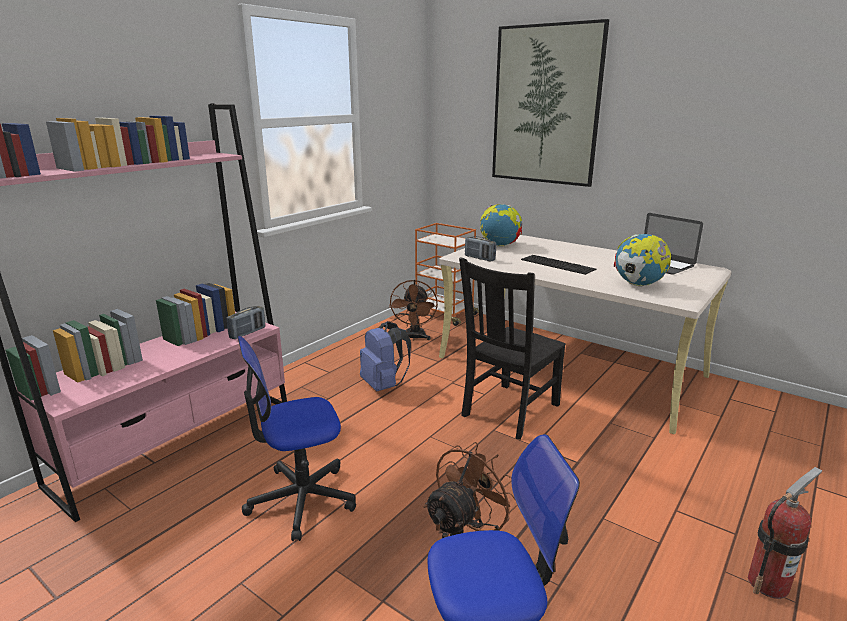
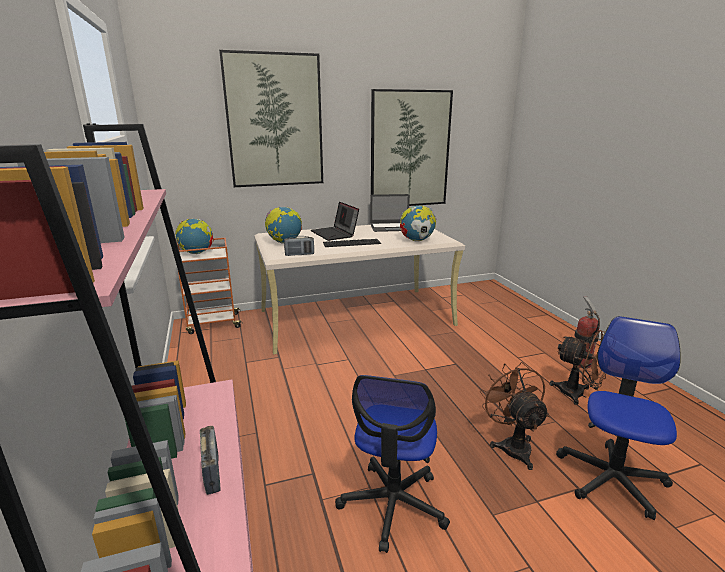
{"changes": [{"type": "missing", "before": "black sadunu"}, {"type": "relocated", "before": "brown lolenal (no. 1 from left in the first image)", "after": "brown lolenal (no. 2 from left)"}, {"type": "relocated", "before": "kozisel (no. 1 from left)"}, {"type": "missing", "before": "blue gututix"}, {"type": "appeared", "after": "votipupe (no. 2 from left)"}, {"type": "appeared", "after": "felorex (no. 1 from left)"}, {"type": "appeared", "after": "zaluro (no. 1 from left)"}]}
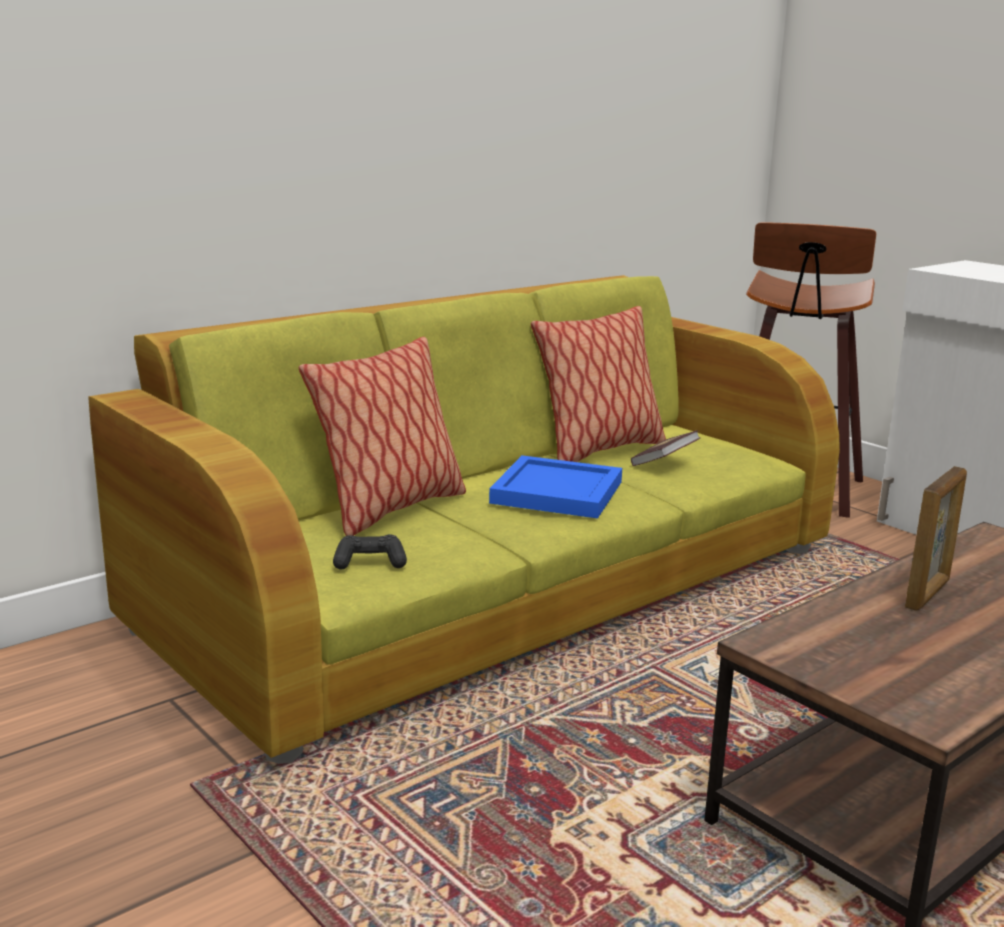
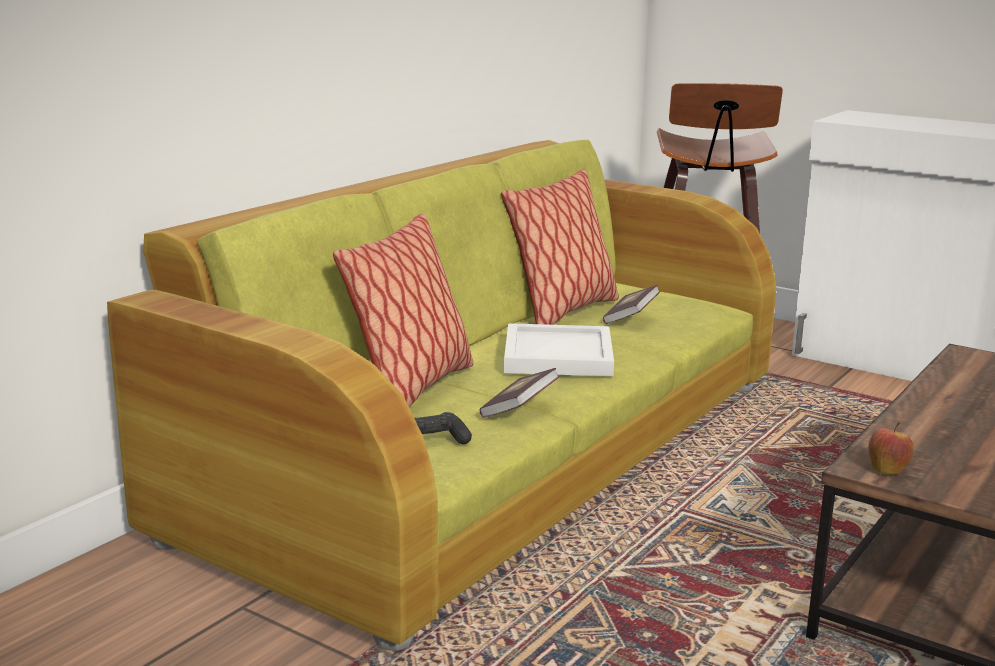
{"changes": [{"type": "colour", "before": "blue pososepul", "after": "white pososepul"}, {"type": "missing", "before": "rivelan"}, {"type": "appeared", "after": "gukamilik (no. 1 from left)"}, {"type": "appeared", "after": "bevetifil"}]}
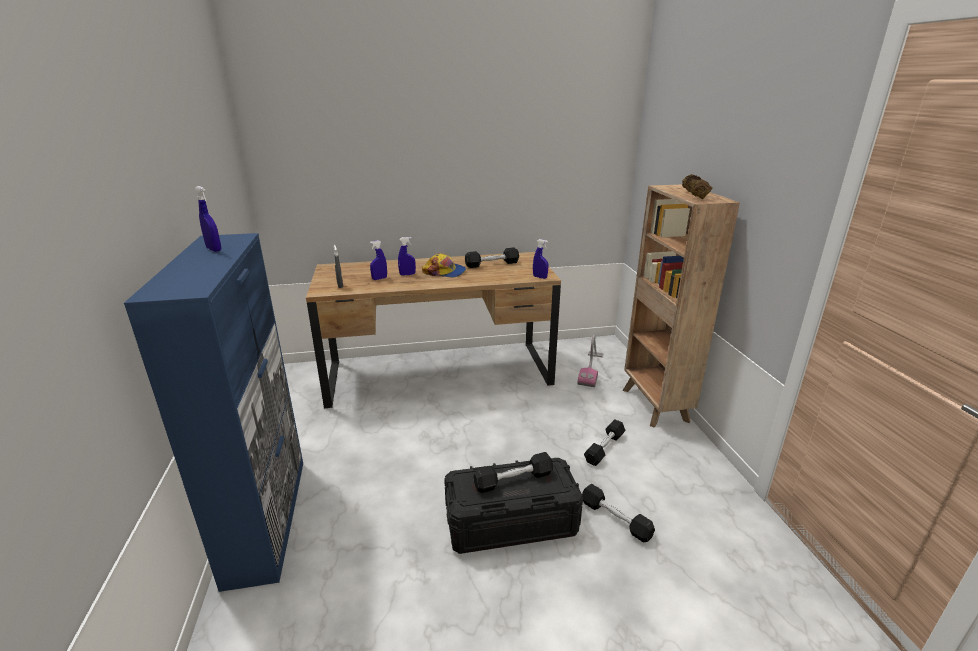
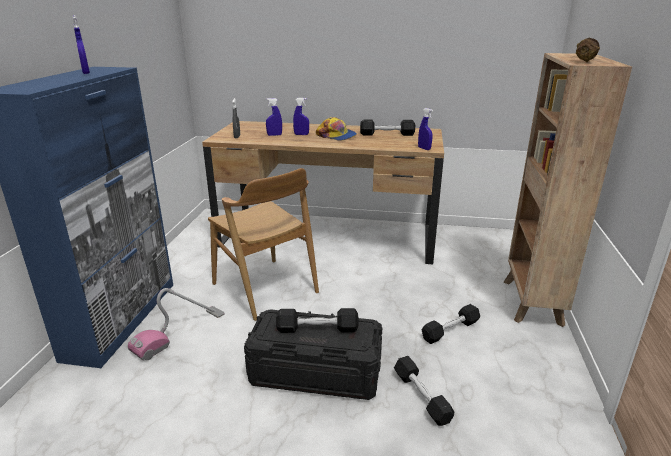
{"changes": [{"type": "relocated", "before": "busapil"}, {"type": "appeared", "after": "brown sadunu"}]}
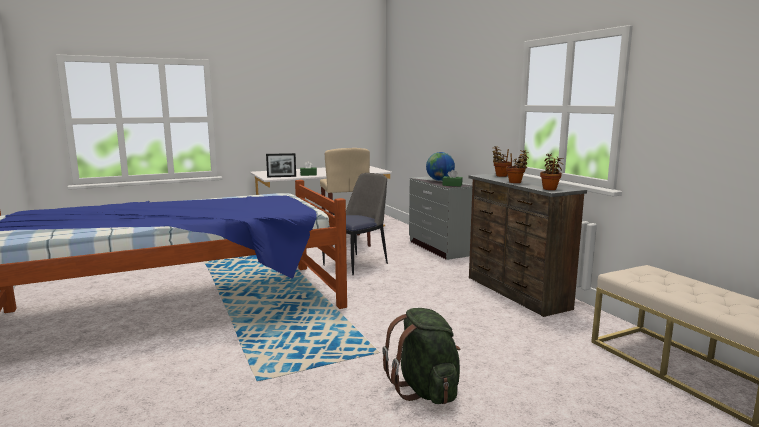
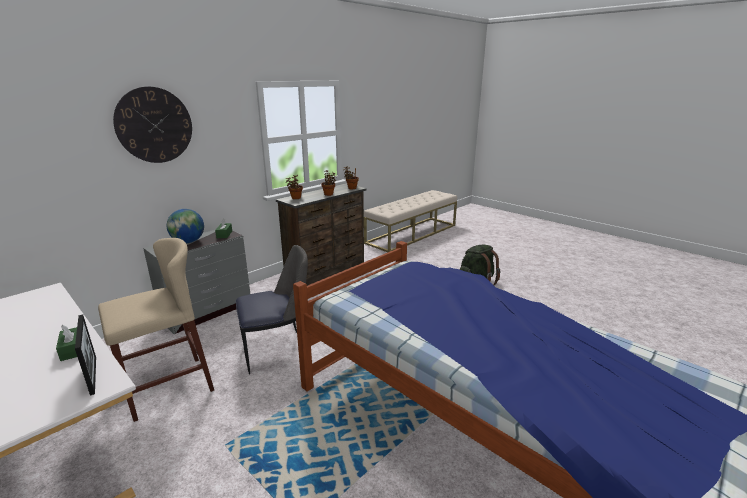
{"changes": [{"type": "spun", "before": "sadunu", "turn": 135}, {"type": "appeared", "after": "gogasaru"}]}
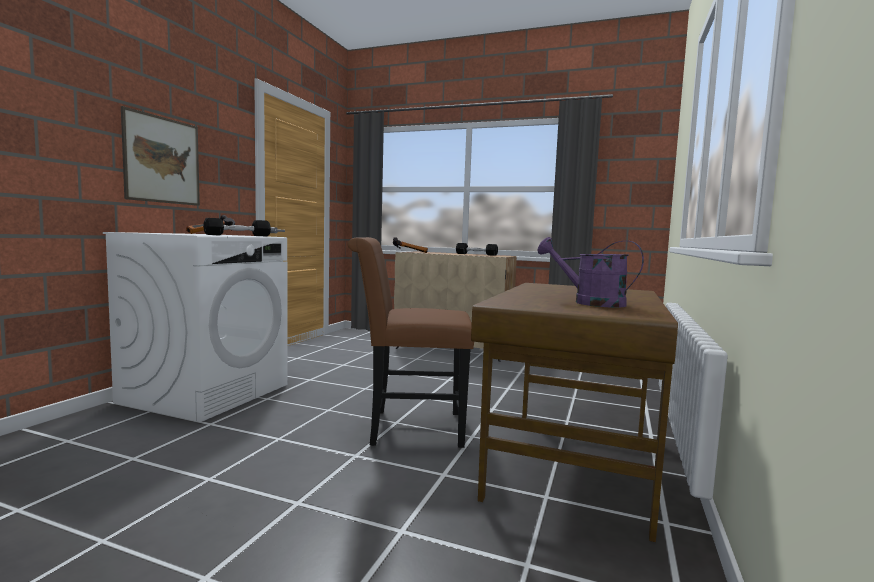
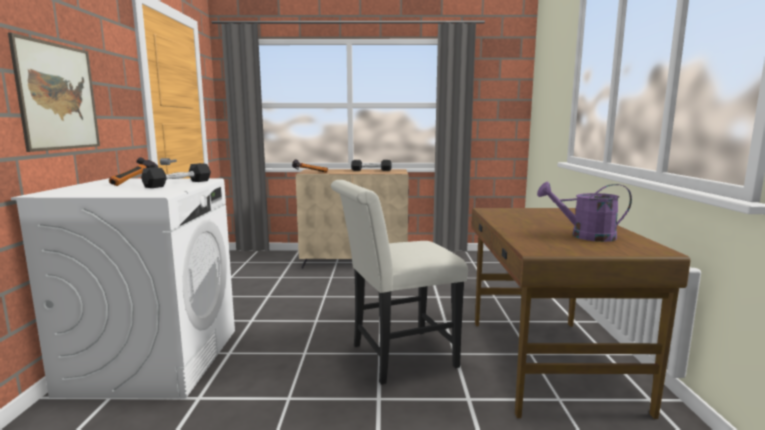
{"changes": [{"type": "colour", "before": "brown sadunu", "after": "white sadunu"}]}
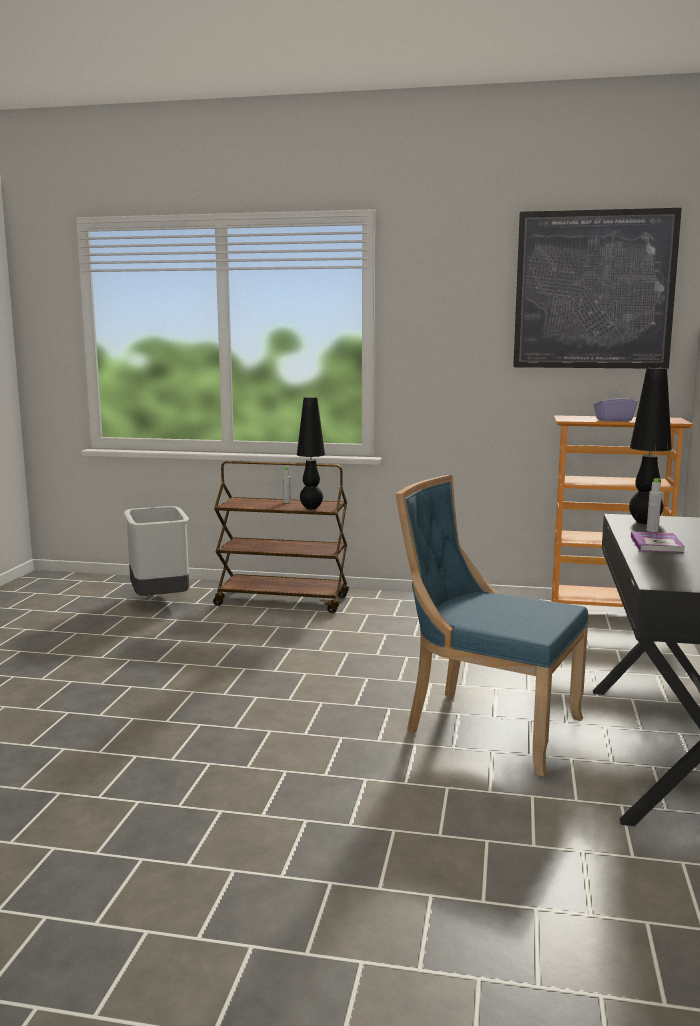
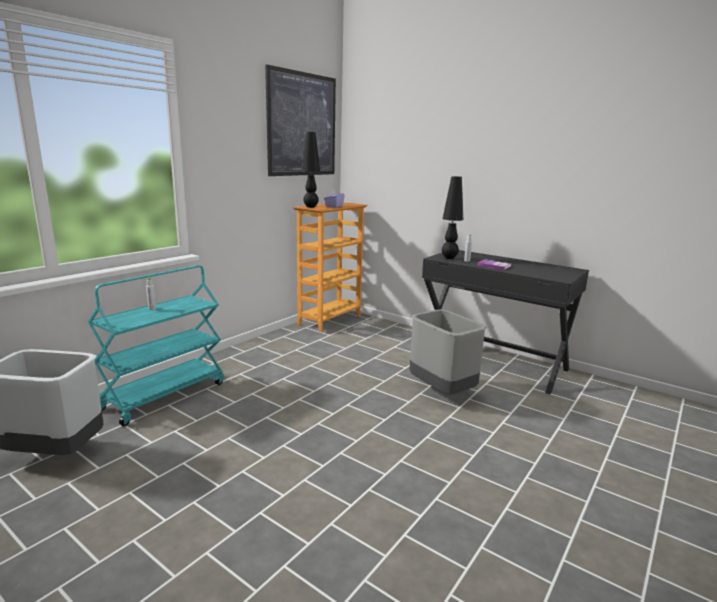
{"changes": [{"type": "relocated", "before": "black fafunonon (no. 1 from left)"}, {"type": "colour", "before": "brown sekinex", "after": "turquoise sekinex"}, {"type": "exchanged", "before": "blue sadunu", "after": "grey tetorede (no. 2 from left)"}]}
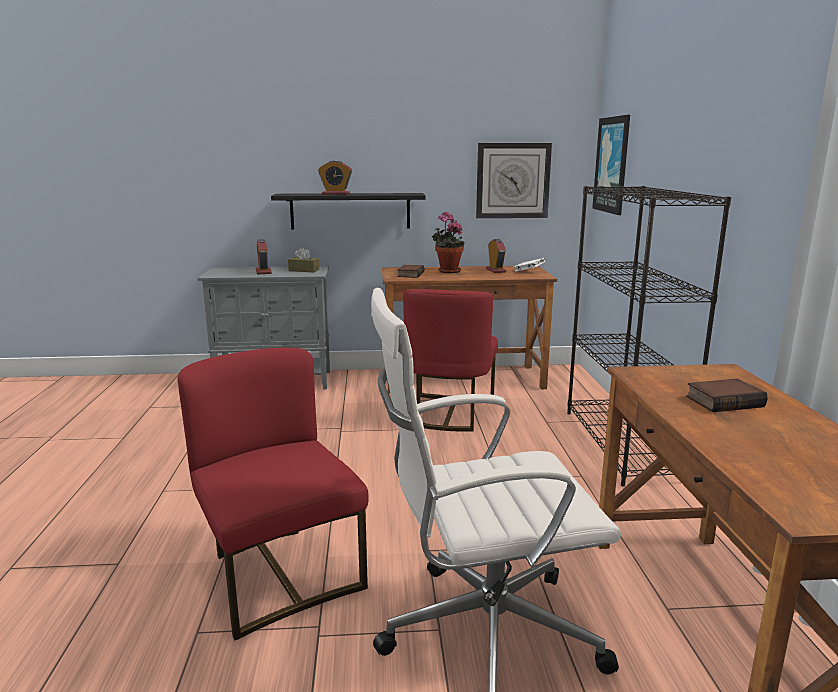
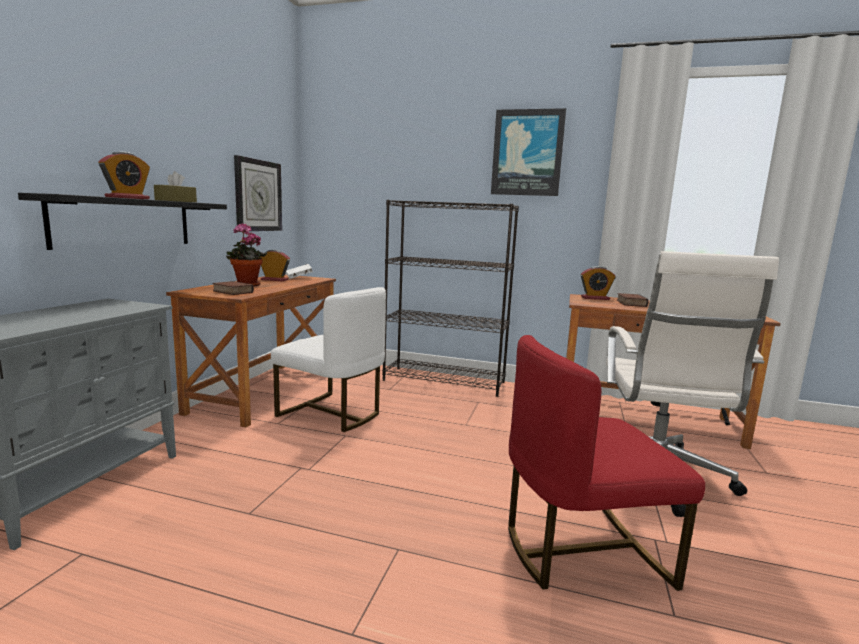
{"changes": [{"type": "relocated", "before": "votipupe"}, {"type": "relocated", "before": "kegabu (no. 1 from left in the first image)", "after": "kegabu (no. 3 from left)"}, {"type": "relocated", "before": "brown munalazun"}, {"type": "colour", "before": "red sadunu (no. 2 from left)", "after": "white sadunu"}]}
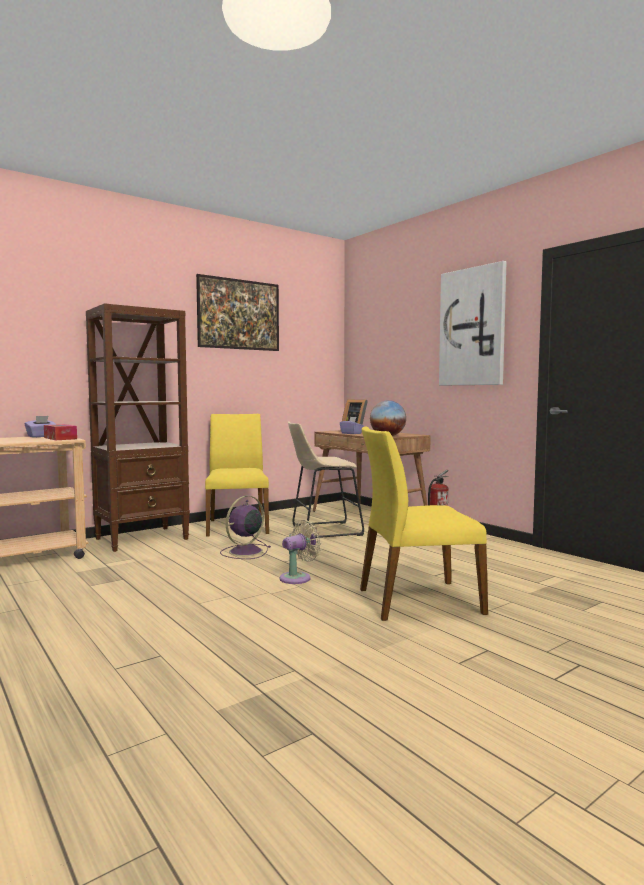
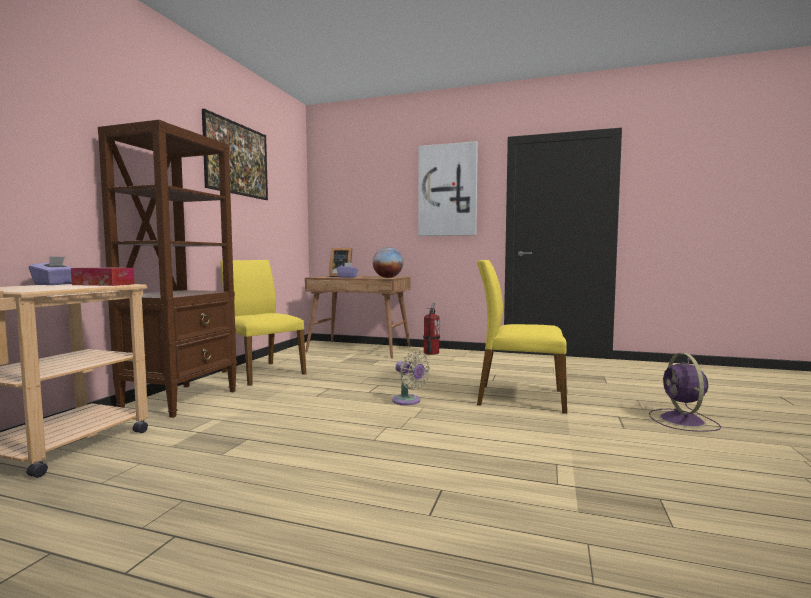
{"changes": [{"type": "missing", "before": "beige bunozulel"}, {"type": "spun", "before": "yellow sadunu (no. 2 from left)", "turn": 60}, {"type": "relocated", "before": "purple lolenal"}, {"type": "spun", "before": "beige lolenal", "turn": 120}]}
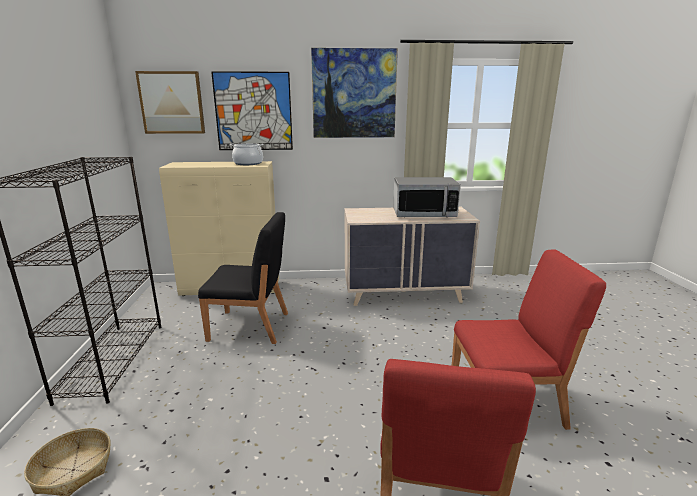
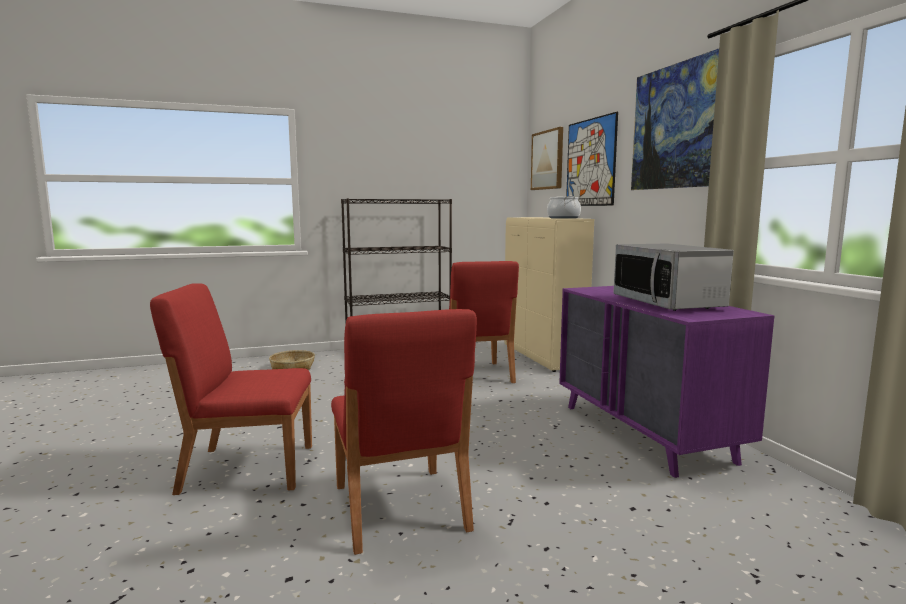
{"changes": [{"type": "colour", "before": "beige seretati", "after": "purple seretati"}, {"type": "colour", "before": "black sadunu", "after": "red sadunu (no. 3 from left)"}]}
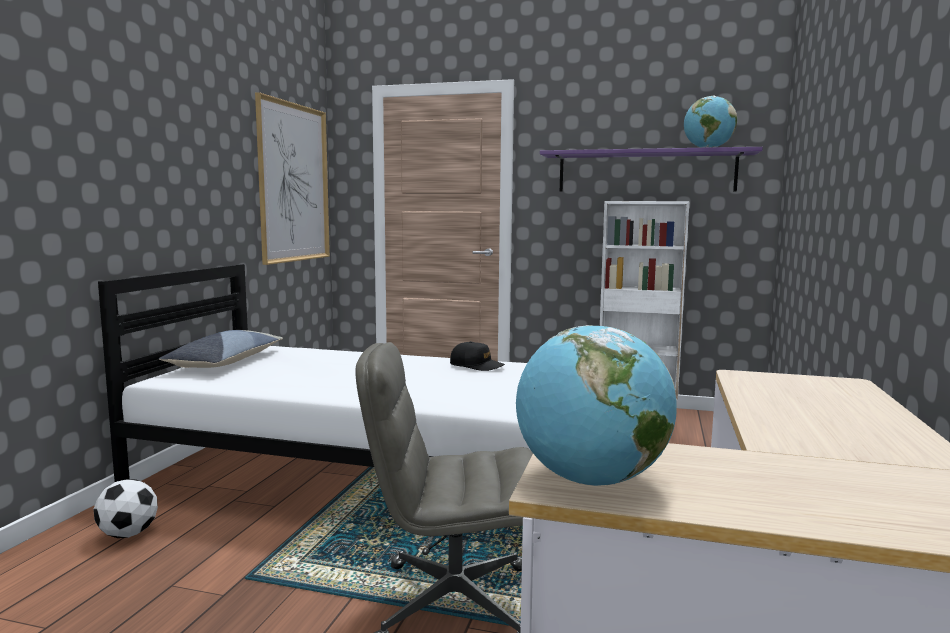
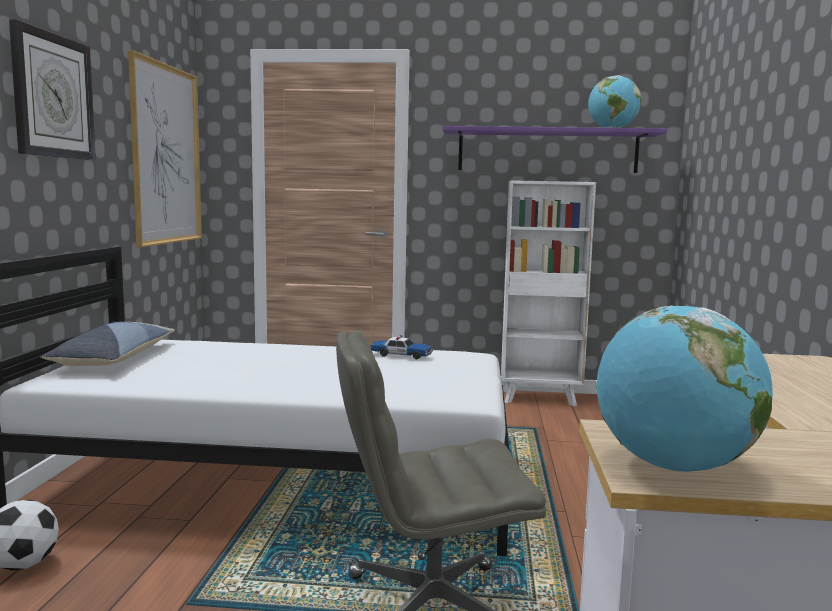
{"changes": [{"type": "exchanged", "before": "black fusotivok", "after": "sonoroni"}, {"type": "appeared", "after": "gogasaru"}]}
